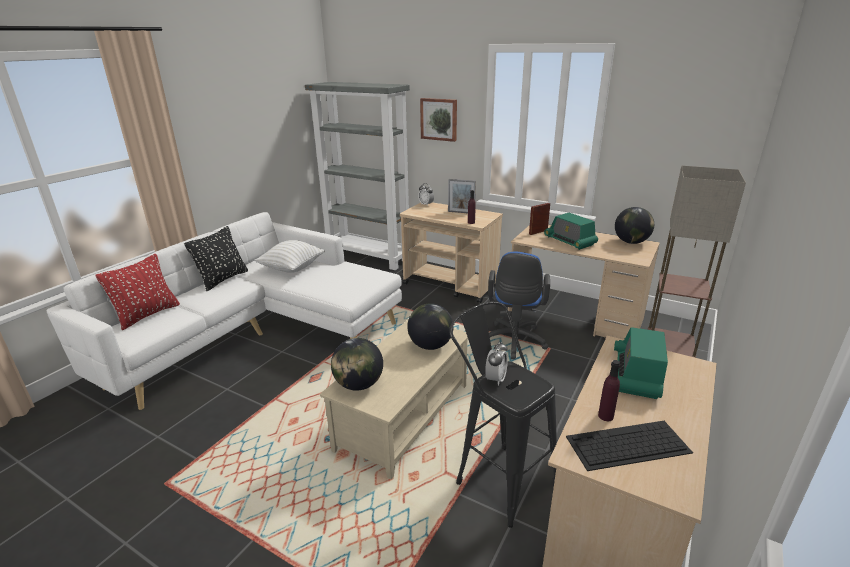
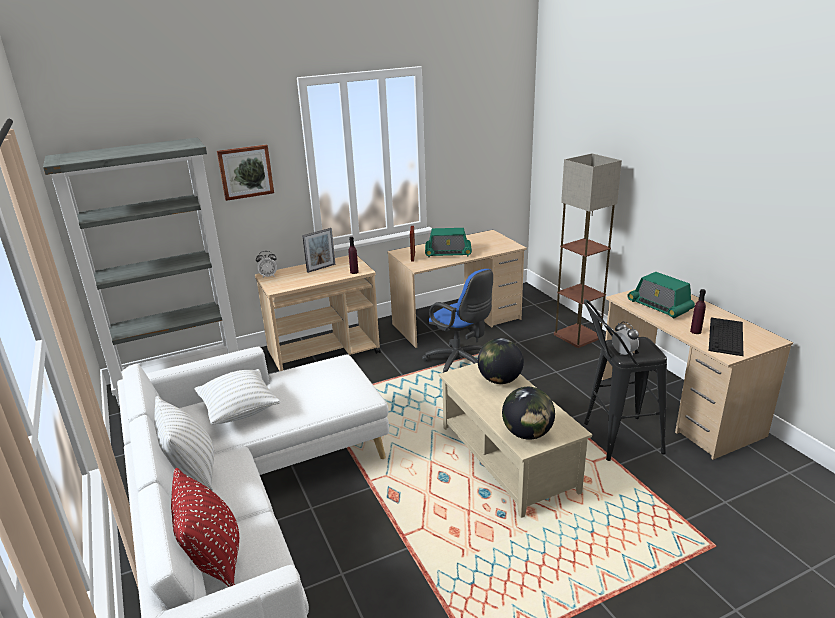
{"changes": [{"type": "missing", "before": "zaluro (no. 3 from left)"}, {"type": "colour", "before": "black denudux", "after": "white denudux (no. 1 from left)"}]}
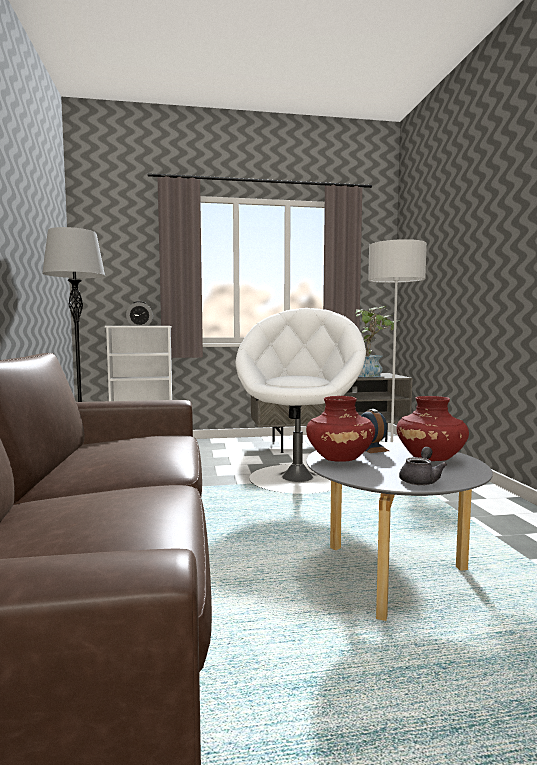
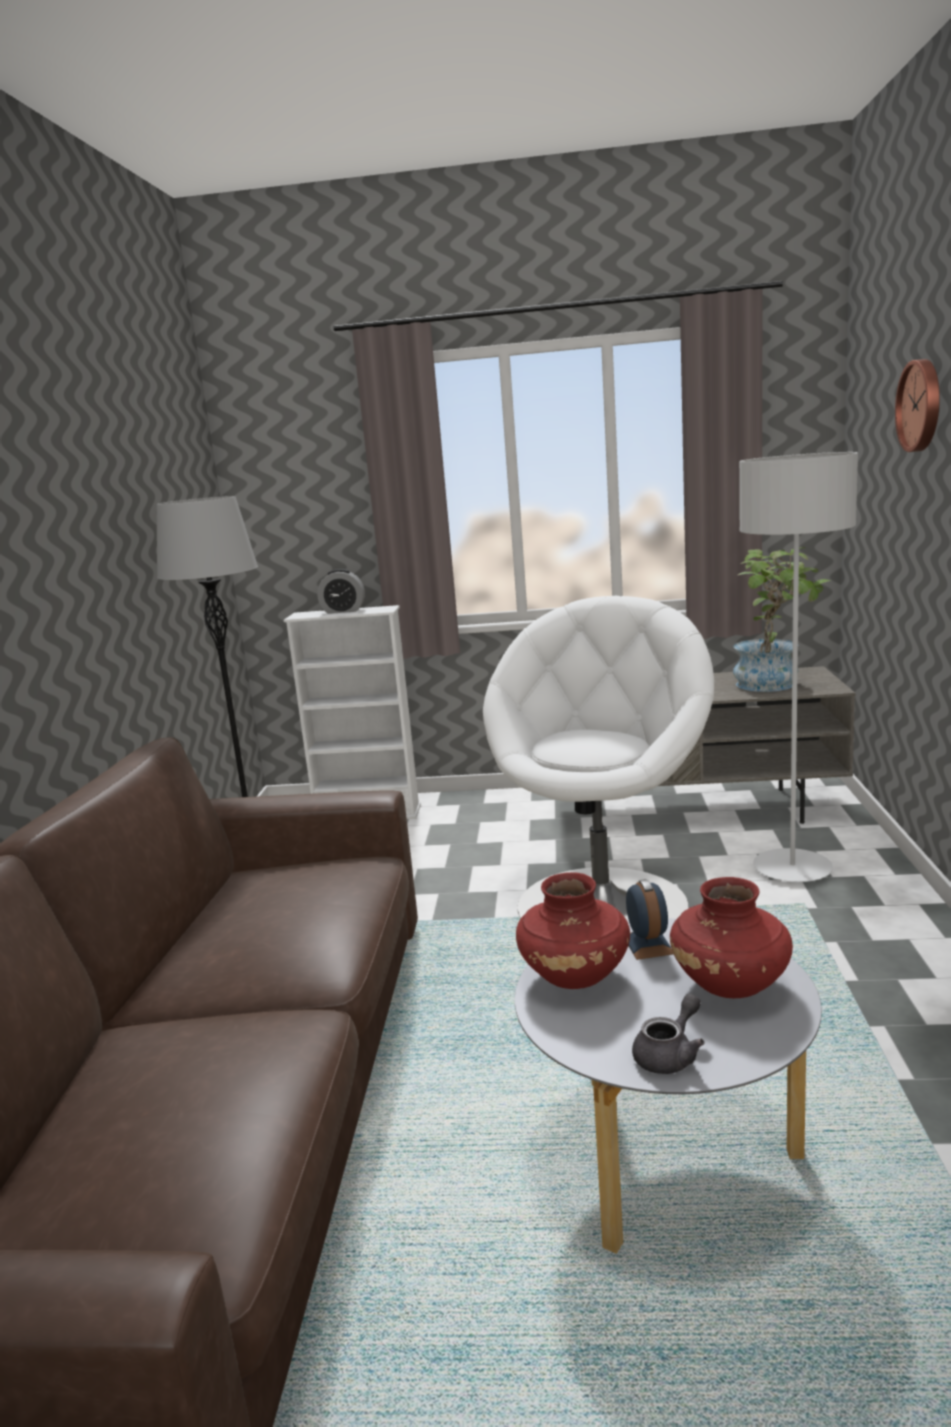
{"changes": [{"type": "appeared", "after": "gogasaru"}]}
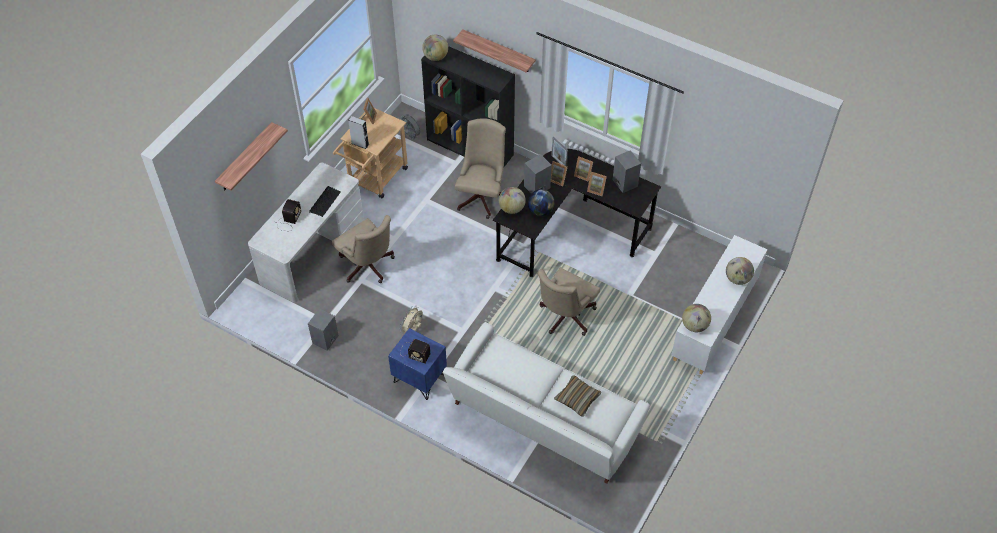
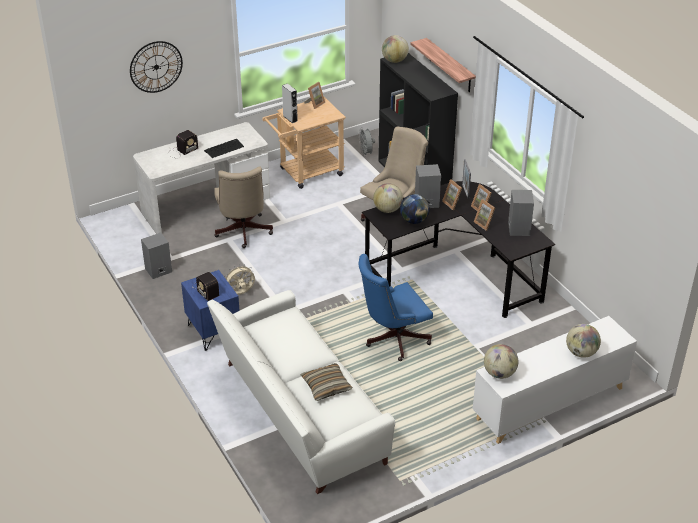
{"changes": [{"type": "exchanged", "before": "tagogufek (no. 1 from left)", "after": "gogasaru"}, {"type": "colour", "before": "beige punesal (no. 3 from left)", "after": "blue punesal"}]}
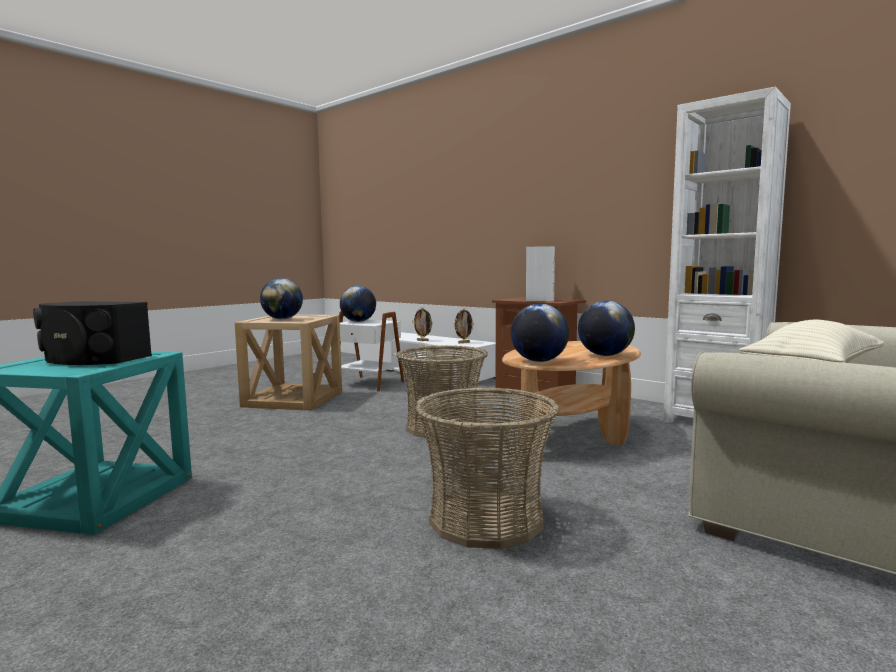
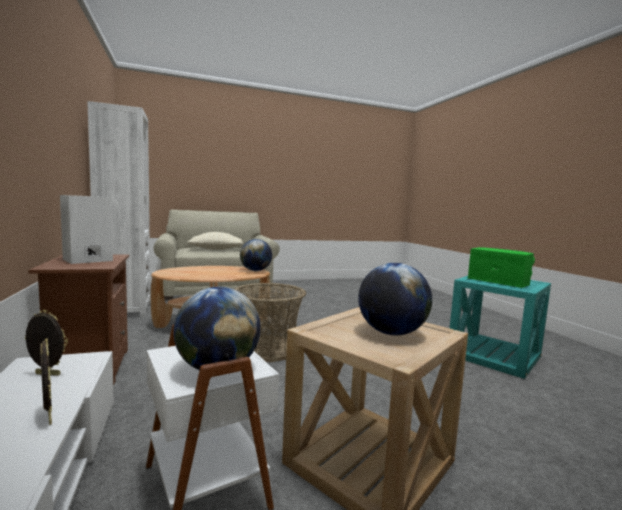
{"changes": [{"type": "colour", "before": "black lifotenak", "after": "green lifotenak"}, {"type": "missing", "before": "zaluro (no. 4 from left)"}, {"type": "missing", "before": "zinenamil (no. 2 from left)"}]}
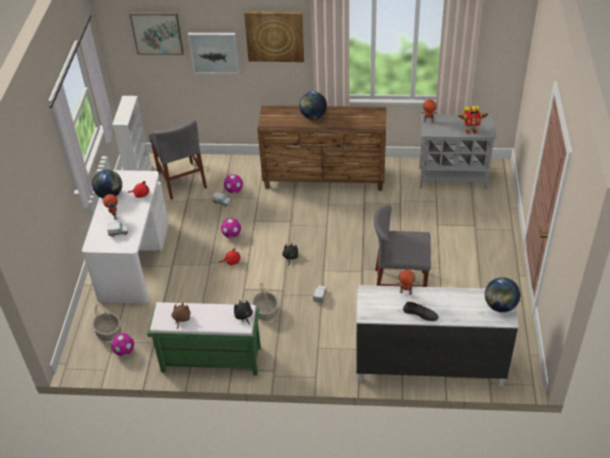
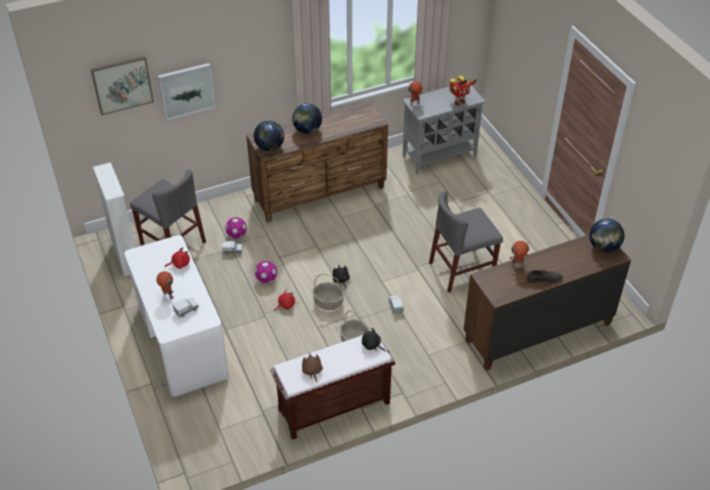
{"changes": [{"type": "missing", "before": "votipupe (no. 3 from left)"}, {"type": "relocated", "before": "zaluro (no. 1 from left)"}, {"type": "colour", "before": "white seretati", "after": "brown seretati (no. 2 from left)"}, {"type": "colour", "before": "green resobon", "after": "brown resobon"}, {"type": "relocated", "before": "zinenamil (no. 1 from left)"}, {"type": "missing", "before": "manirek (no. 1 from left)"}]}
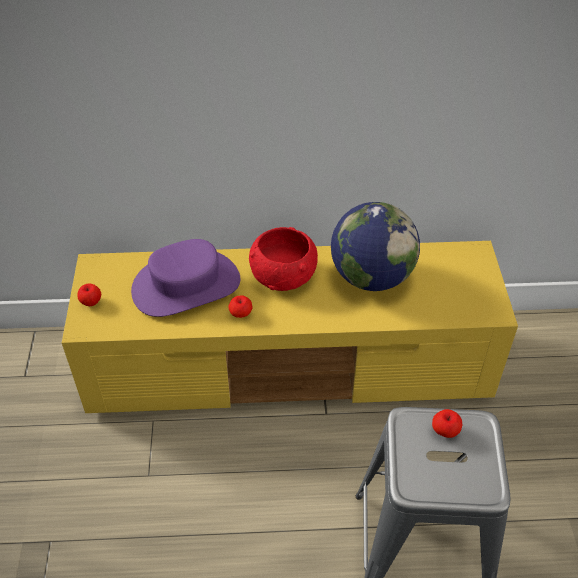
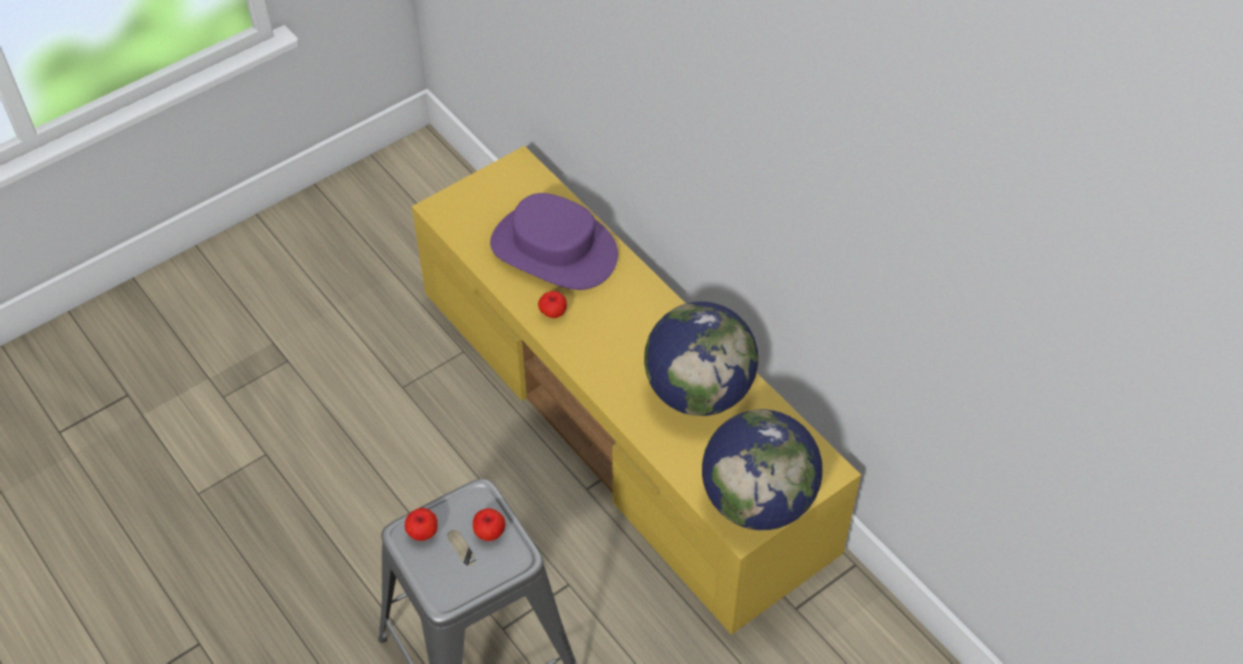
{"changes": [{"type": "missing", "before": "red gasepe"}, {"type": "relocated", "before": "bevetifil (no. 1 from left)"}, {"type": "appeared", "after": "zaluro (no. 2 from left)"}]}
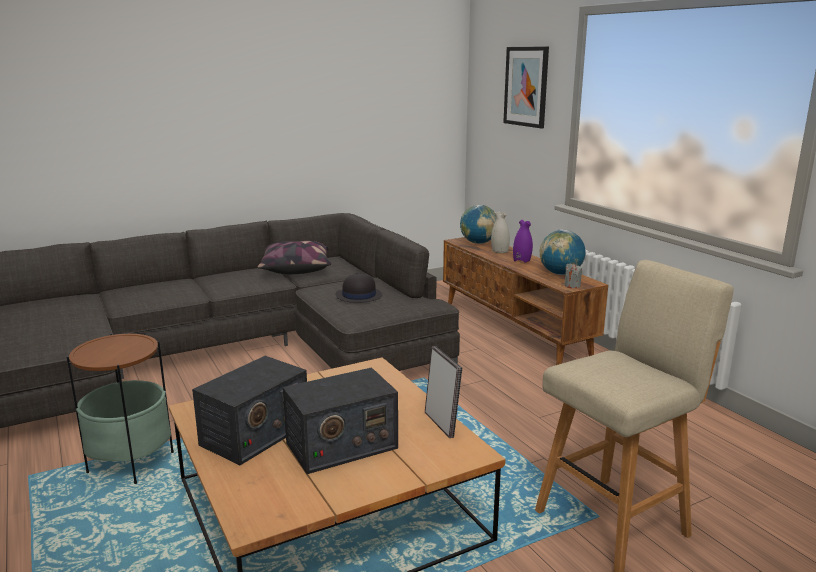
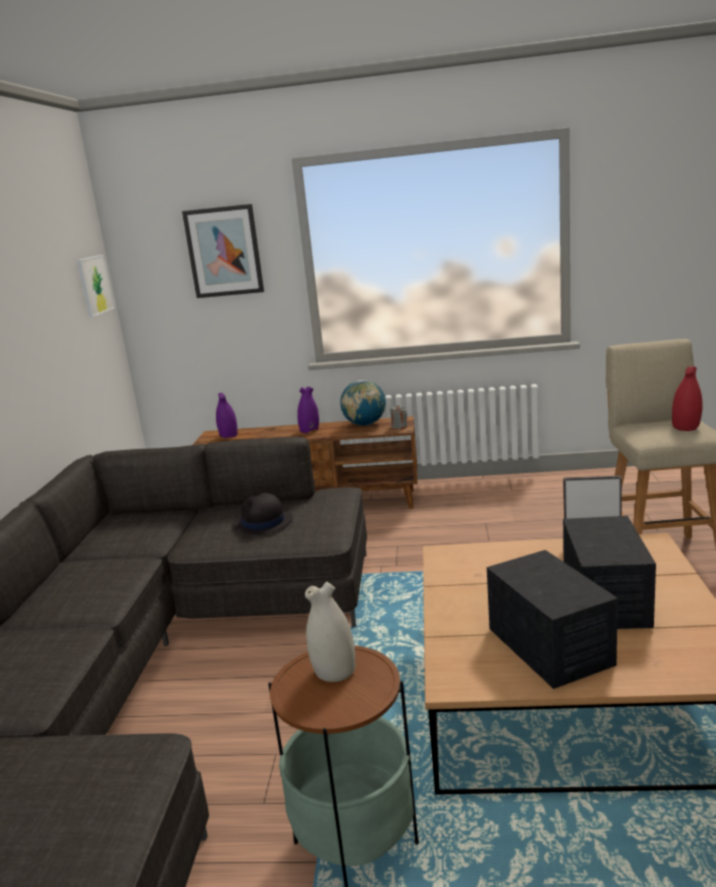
{"changes": [{"type": "exchanged", "before": "zaluro (no. 1 from left)", "after": "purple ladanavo (no. 1 from left)"}, {"type": "relocated", "before": "white ladanavo"}, {"type": "missing", "before": "denudux"}, {"type": "appeared", "after": "votipupe (no. 1 from left)"}, {"type": "appeared", "after": "red ladanavo"}]}
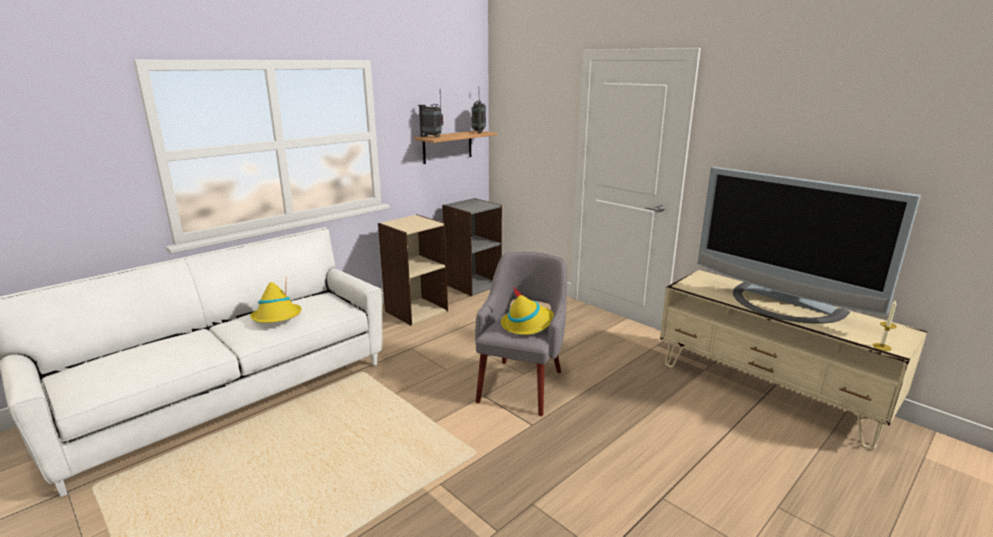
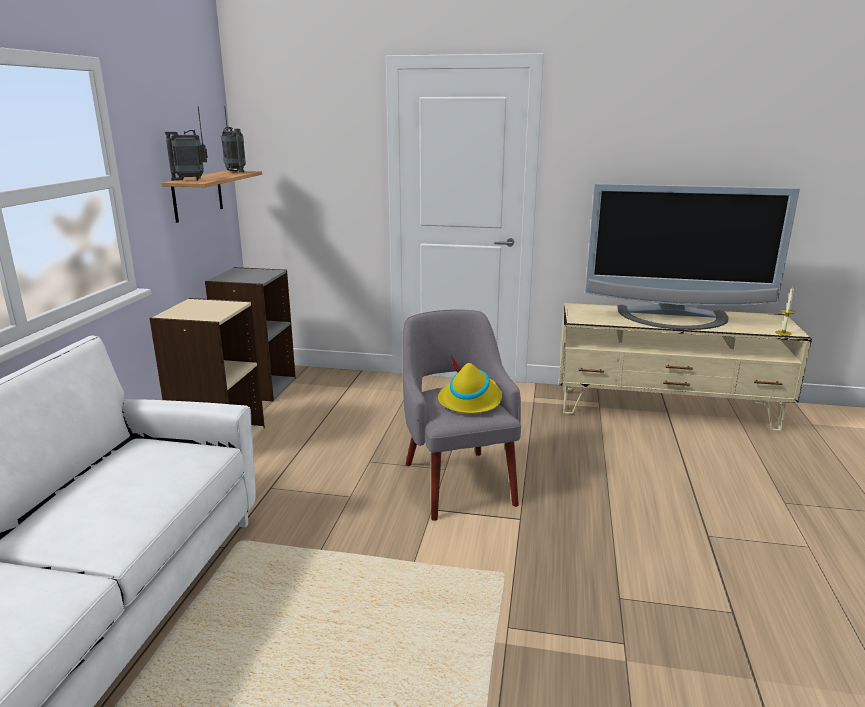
{"changes": [{"type": "missing", "before": "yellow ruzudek (no. 1 from left)"}]}
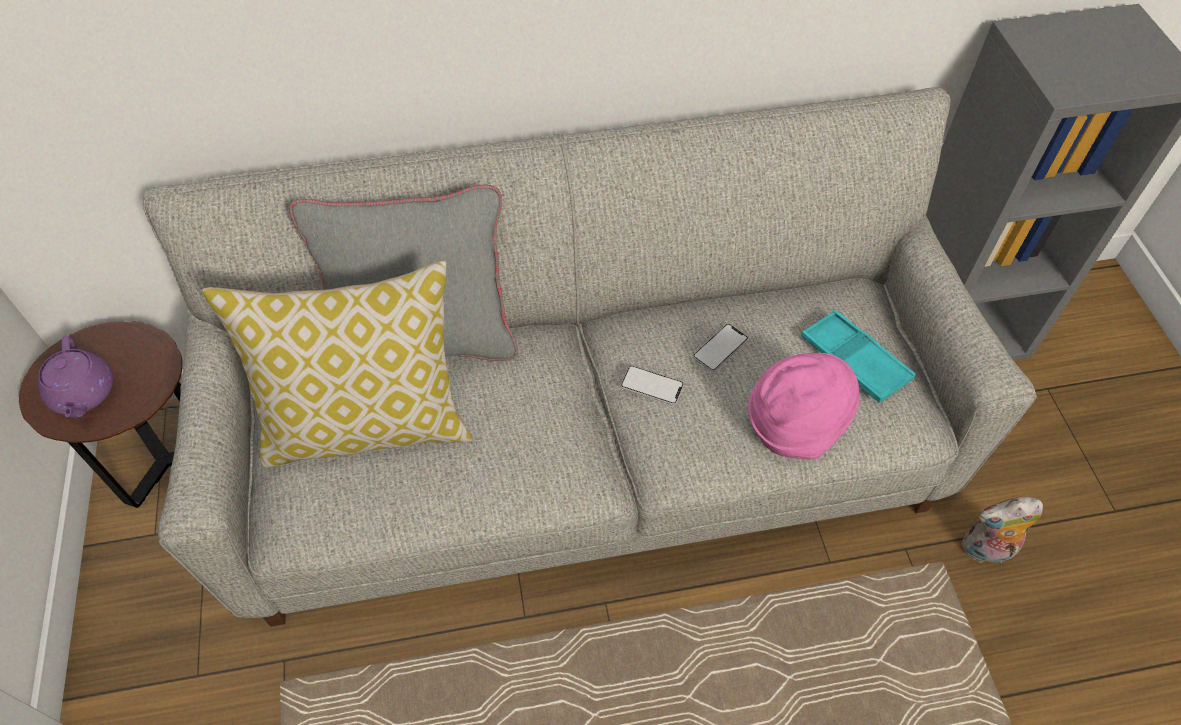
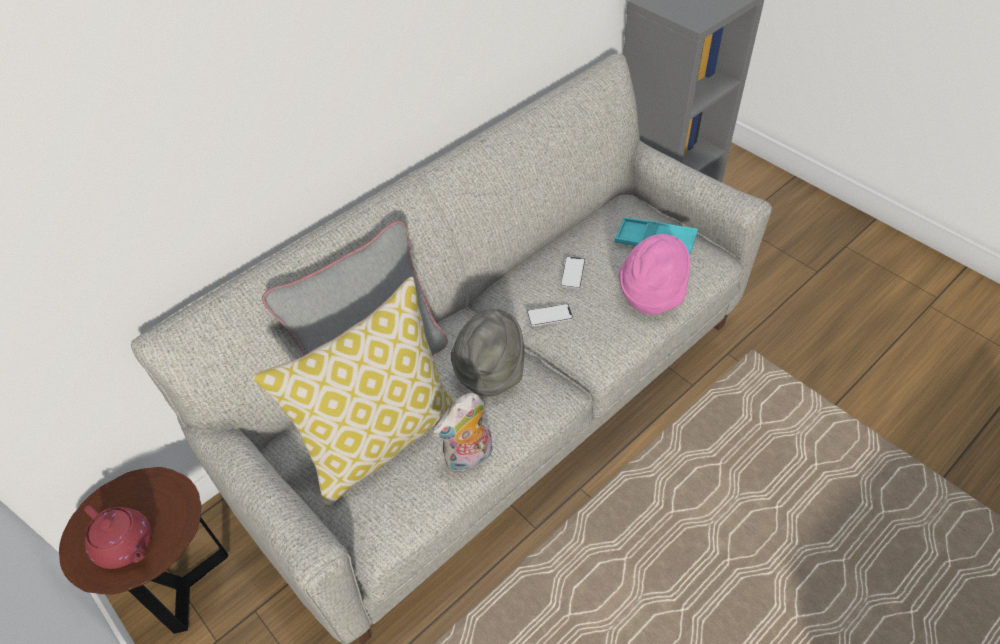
{"changes": [{"type": "colour", "before": "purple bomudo", "after": "red bomudo"}, {"type": "relocated", "before": "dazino"}, {"type": "appeared", "after": "grey ruzudek"}]}
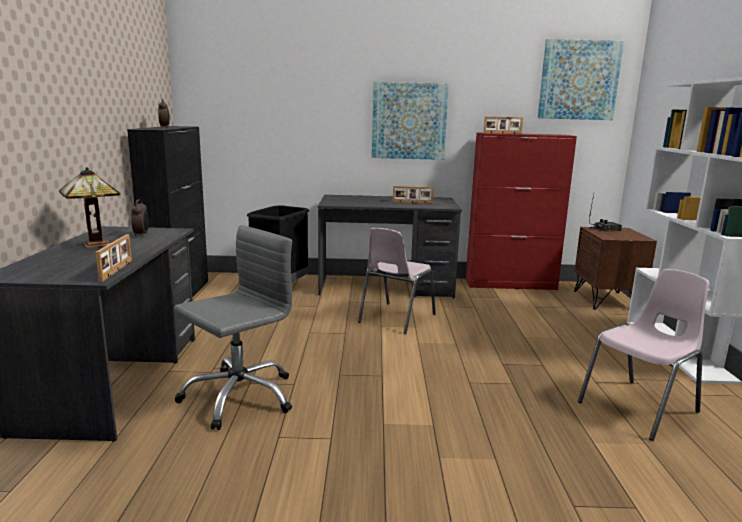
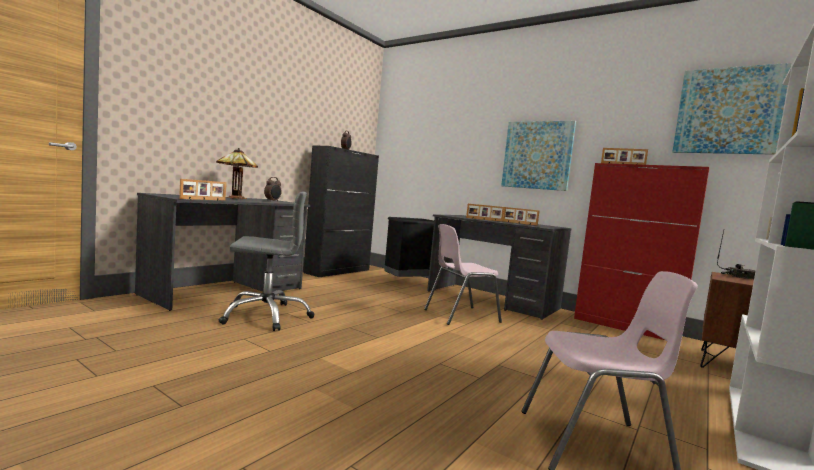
{"changes": [{"type": "appeared", "after": "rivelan (no. 2 from left)"}]}
